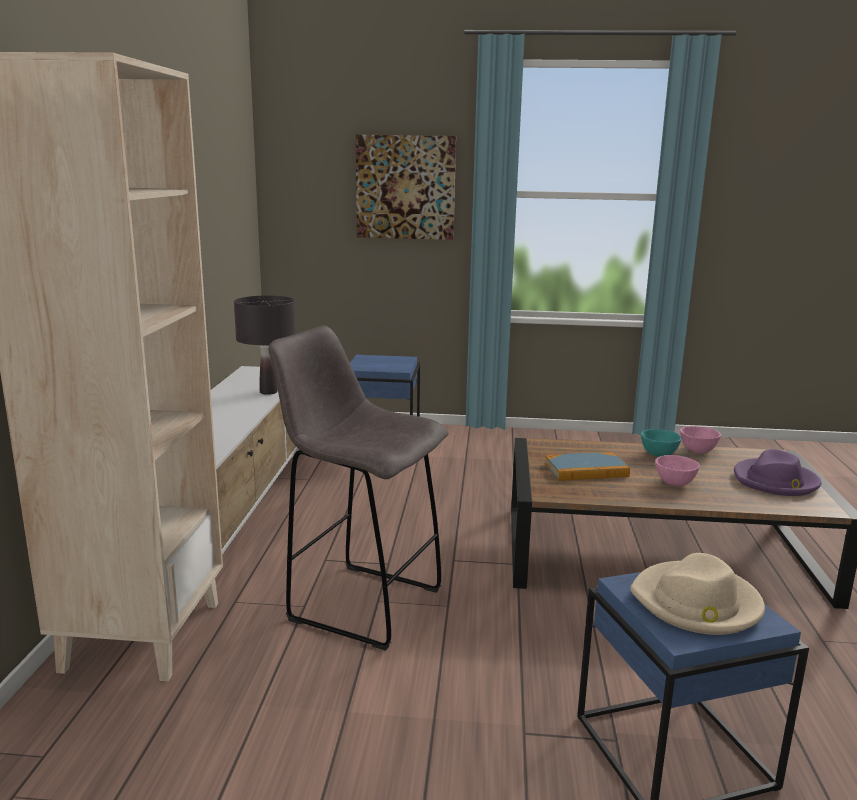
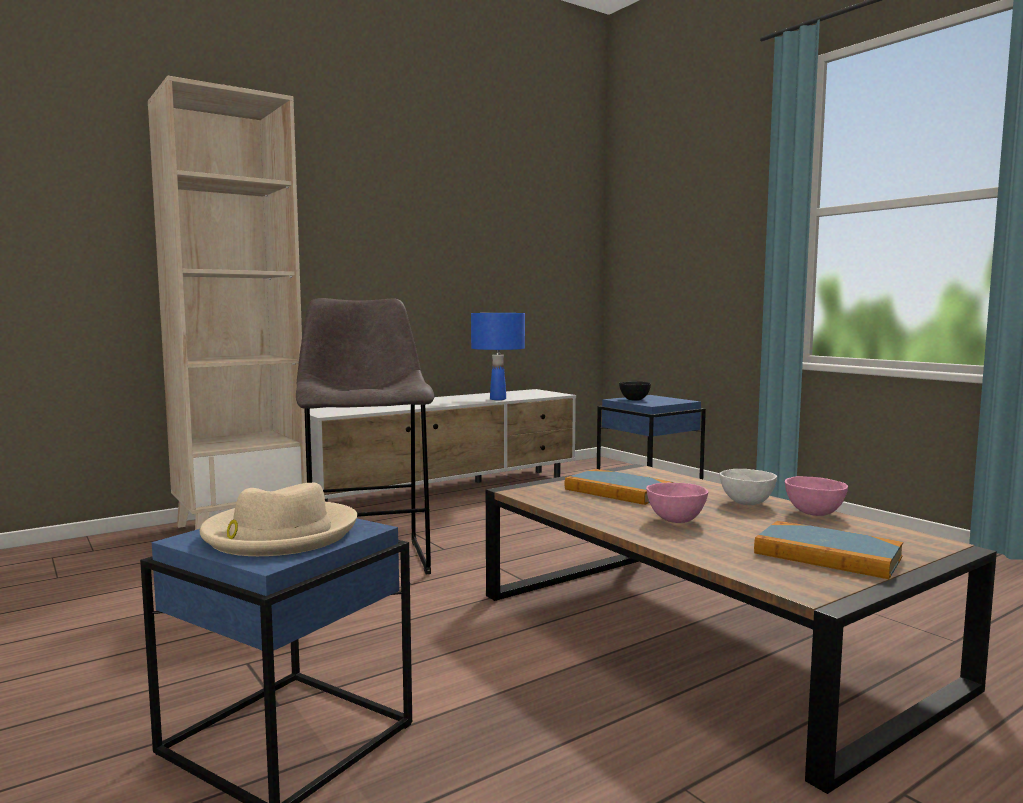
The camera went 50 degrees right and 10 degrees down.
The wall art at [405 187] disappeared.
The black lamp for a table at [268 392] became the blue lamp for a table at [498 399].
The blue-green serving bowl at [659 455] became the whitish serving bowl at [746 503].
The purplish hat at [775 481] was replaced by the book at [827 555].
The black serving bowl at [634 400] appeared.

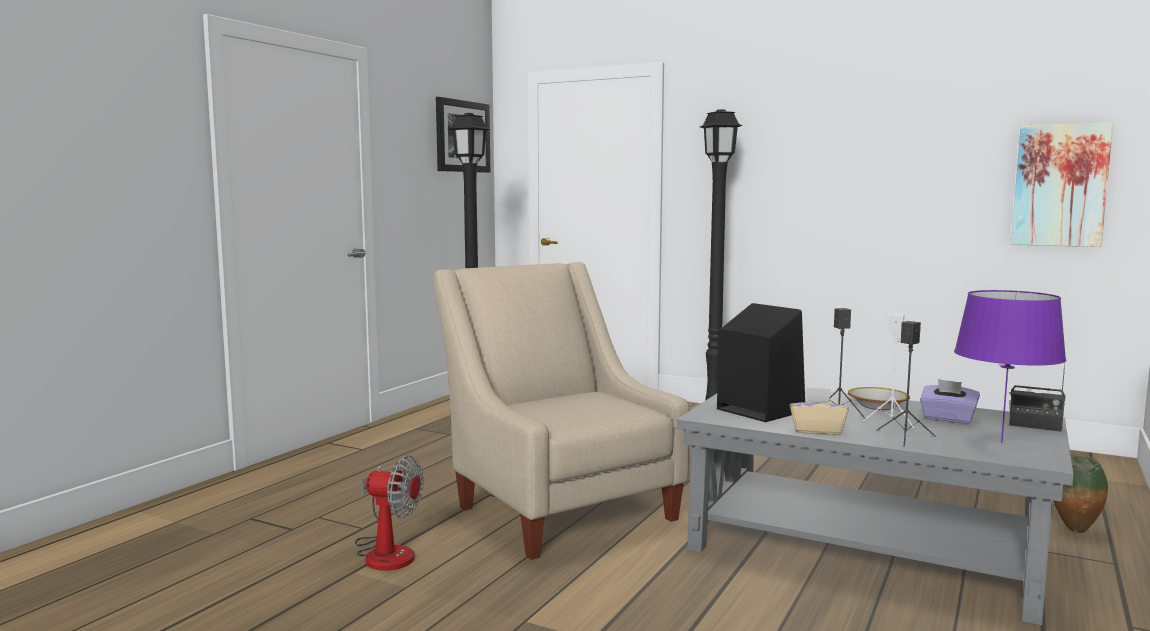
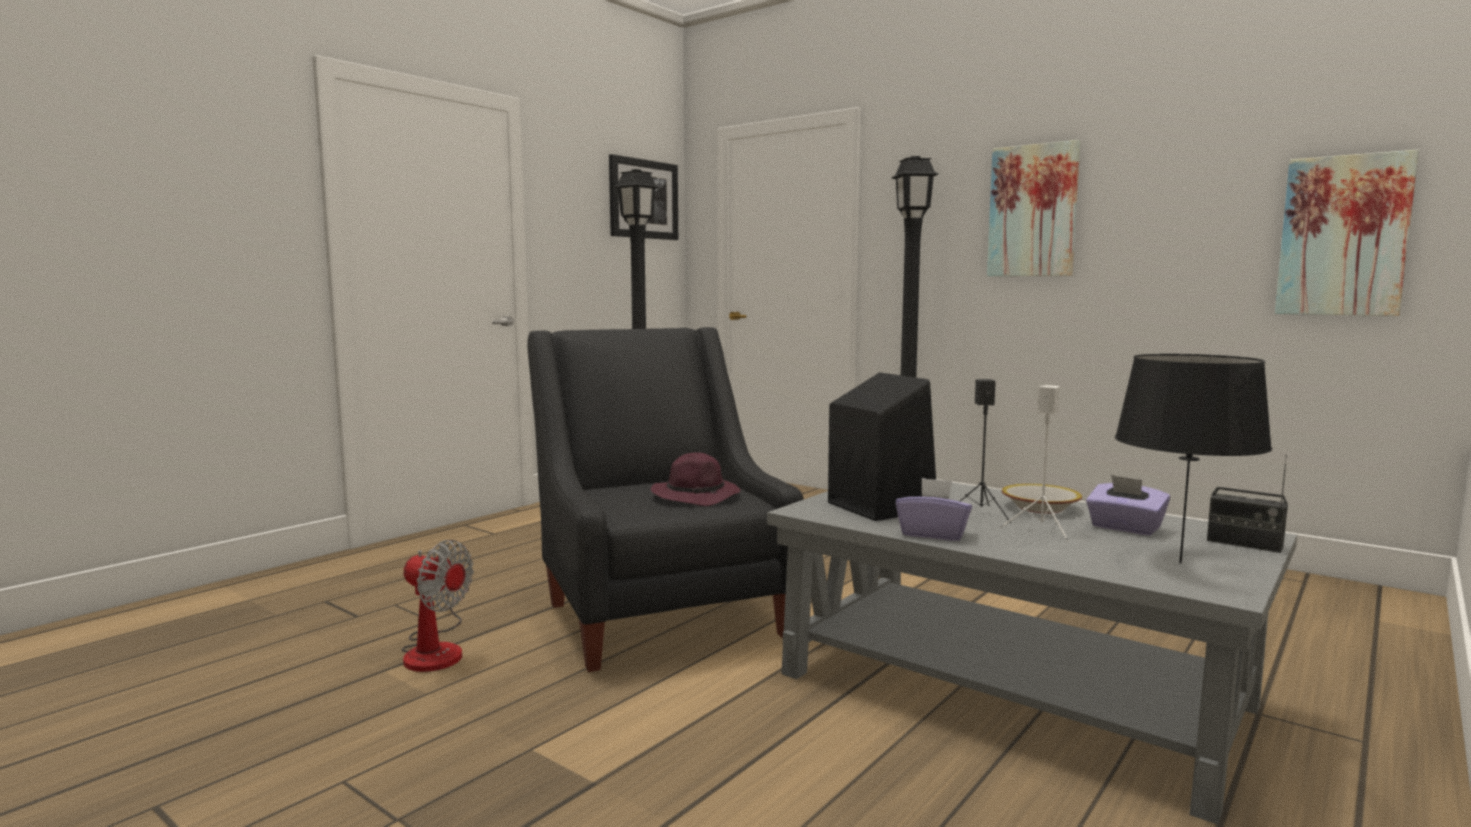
The camera went 10 degrees right and 0 degrees up.
The sand-coloured lounge chair at [558 508] became the black lounge chair at [660 612].
The purplish lamp for a table at [1001 442] became the black lamp for a table at [1180 563].
The black speaker at [905 437] disappeared.
The sand-coloured tissue box at [817 430] became the purplish tissue box at [933 534].
The flower vase at [1075 531] disappeared.
The wall art at [1033 211] appeared.
The purplish hat at [697 496] appeared.

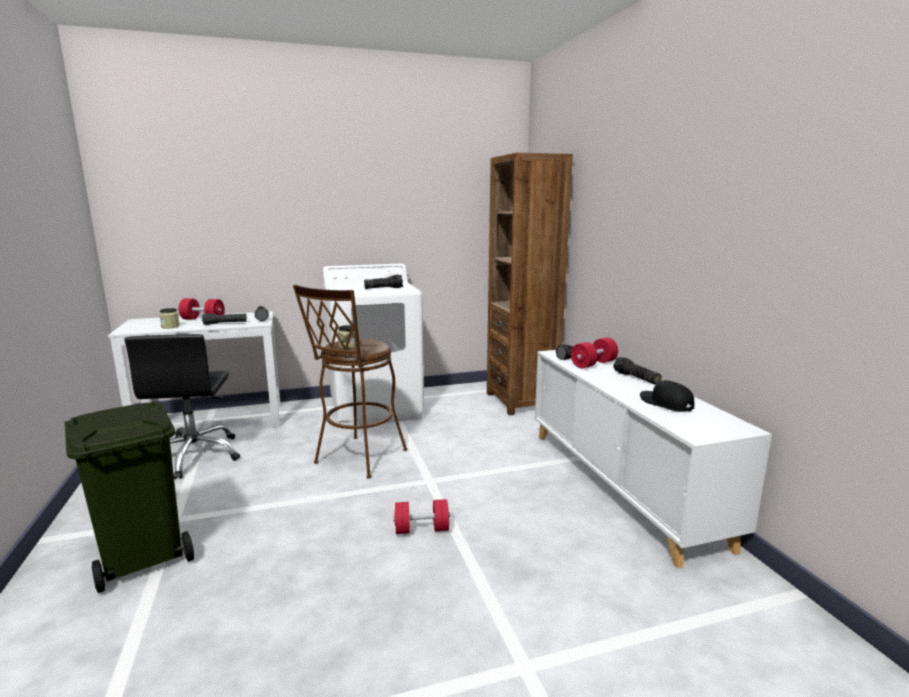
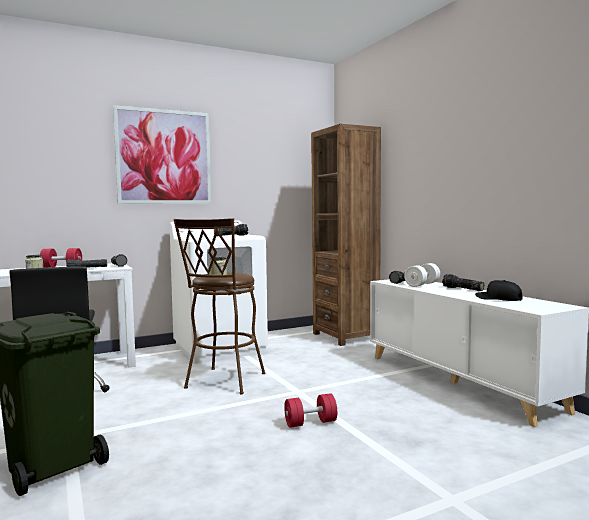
The camera went 10 degrees left and 10 degrees down.
The reddish hand weight at [593 364] became the whitish hand weight at [422 284].
The wall art at [164 157] appeared.

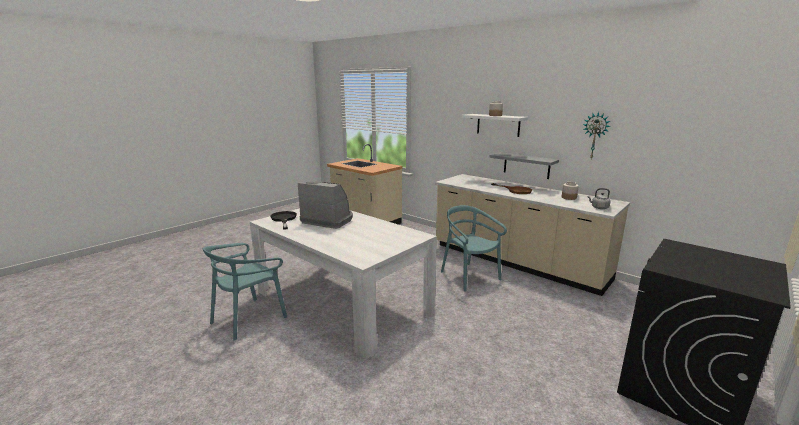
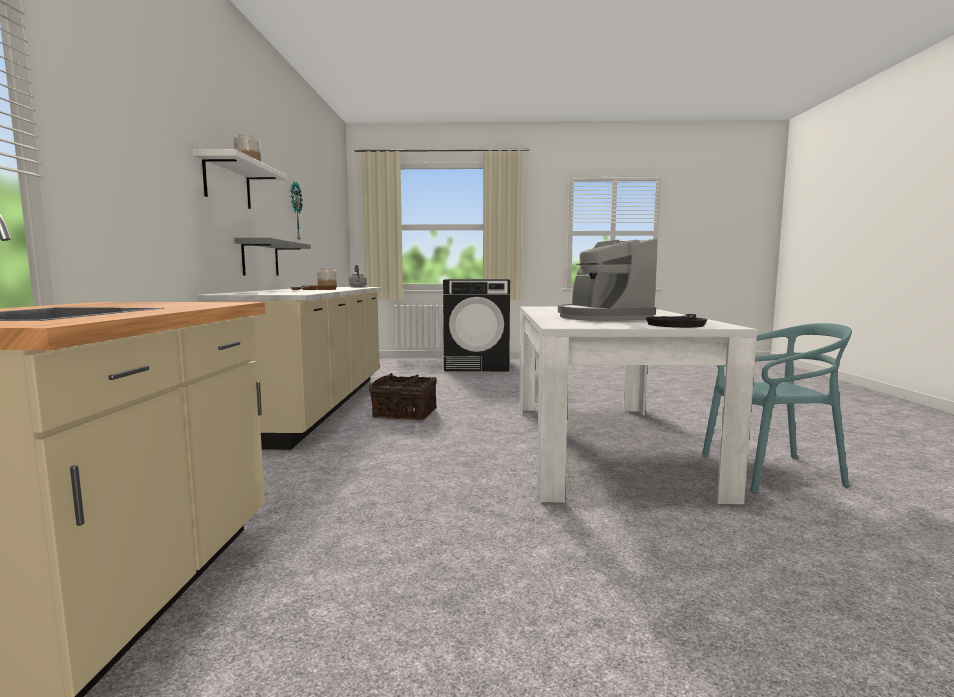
The camera went 130 degrees left and 10 degrees down.
The blue-green plain chair at [469 277] was replaced by the storage basket at [404 414].

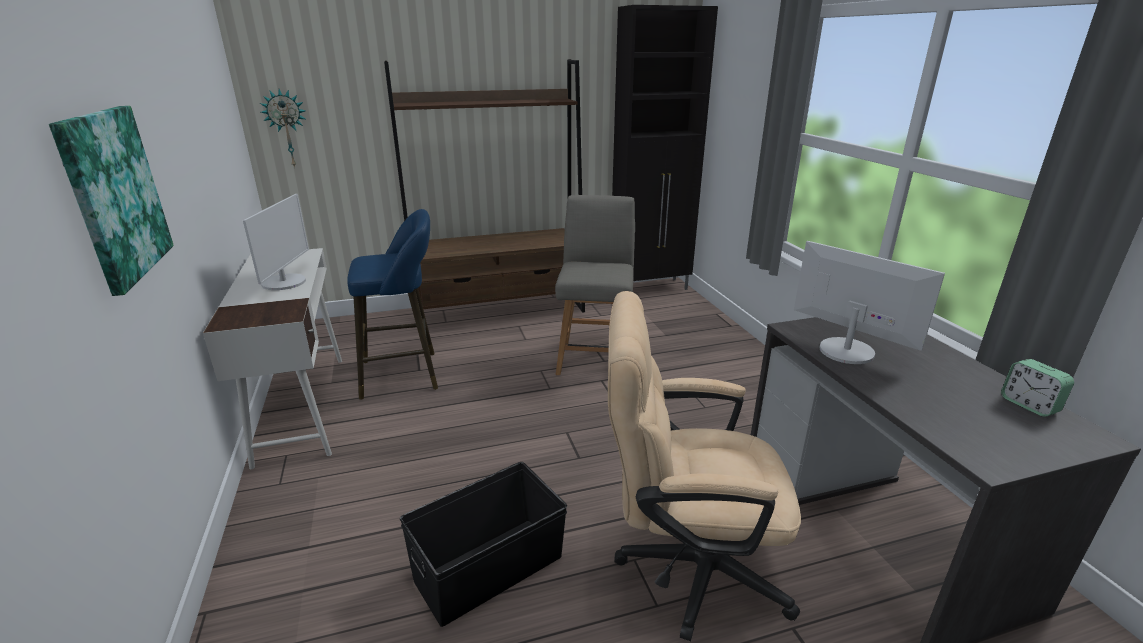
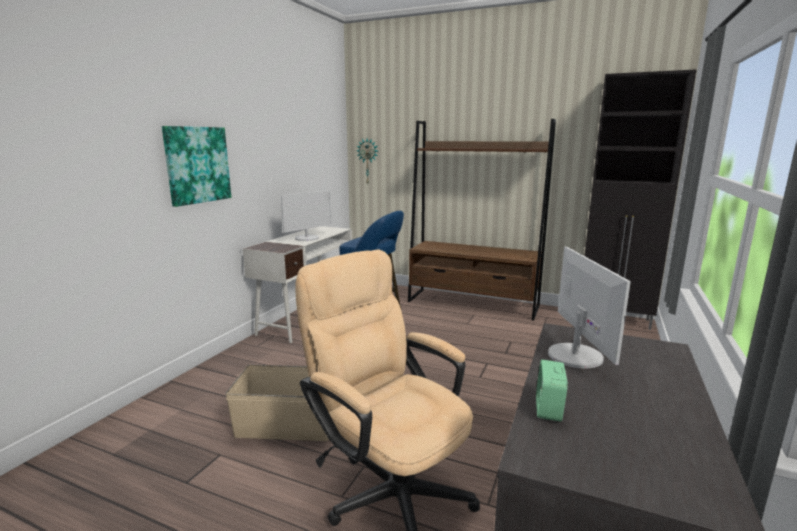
The camera went 40 degrees right and 10 degrees down.
The gray plain chair at [595 357] disappeared.
The bedside clock moved from [1029 405] to [548 409].
The black storage box at [490 568] became the sand-coloured storage box at [287 426].

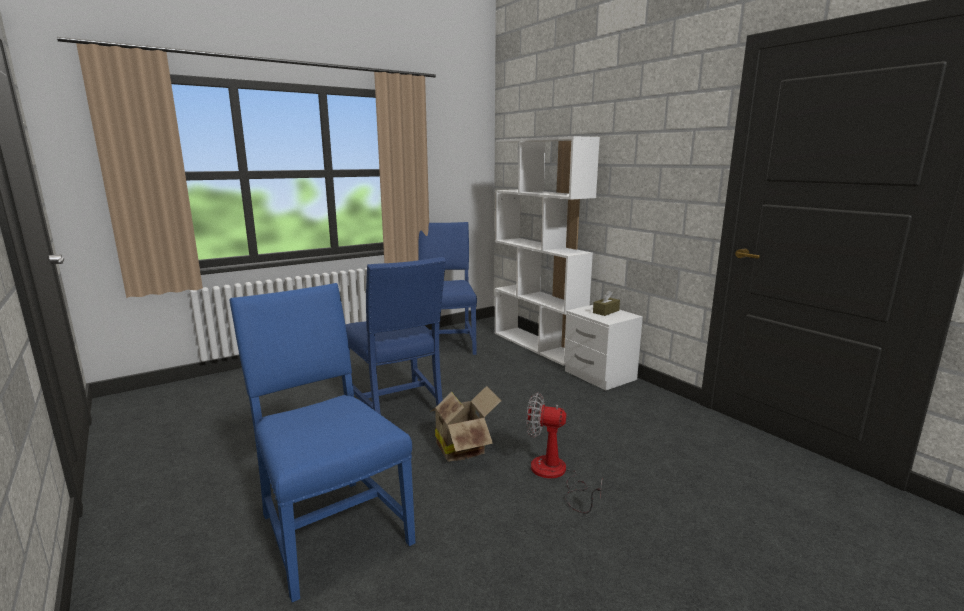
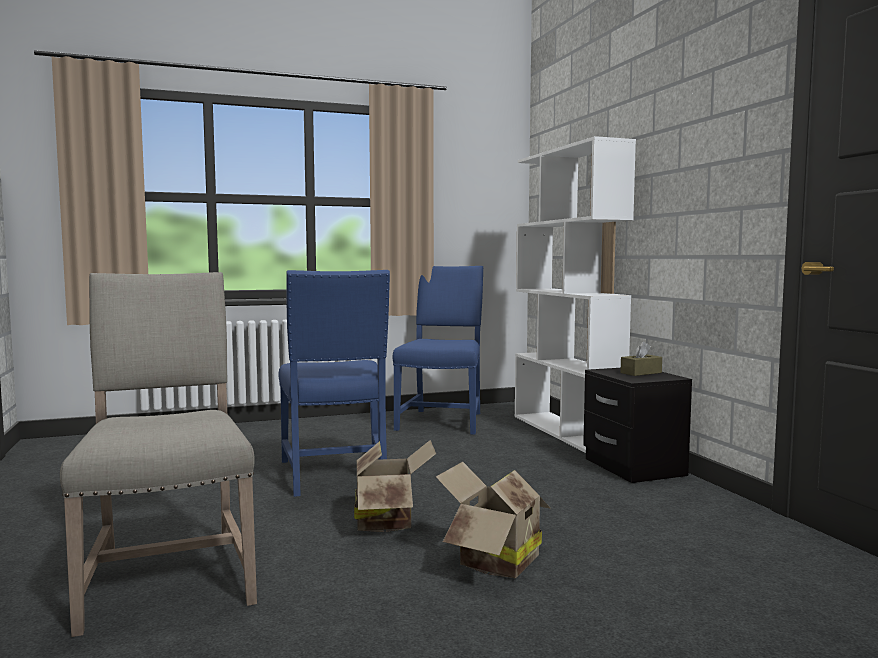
The camera went 15 degrees right and 10 degrees down.
The blue plain chair at [330 527] became the sand-coloured plain chair at [169 575].
The whitish bedside table at [598 376] became the black bedside table at [632 467].
The fan at [555 475] was replaced by the carton at [492 562].

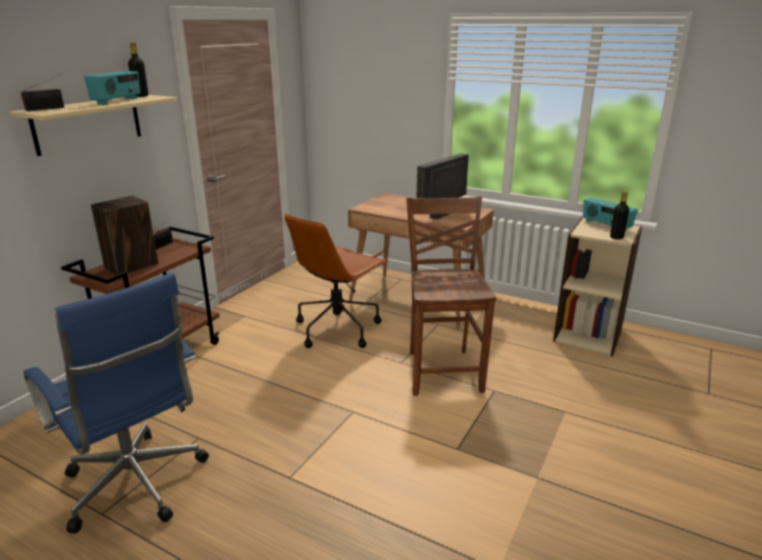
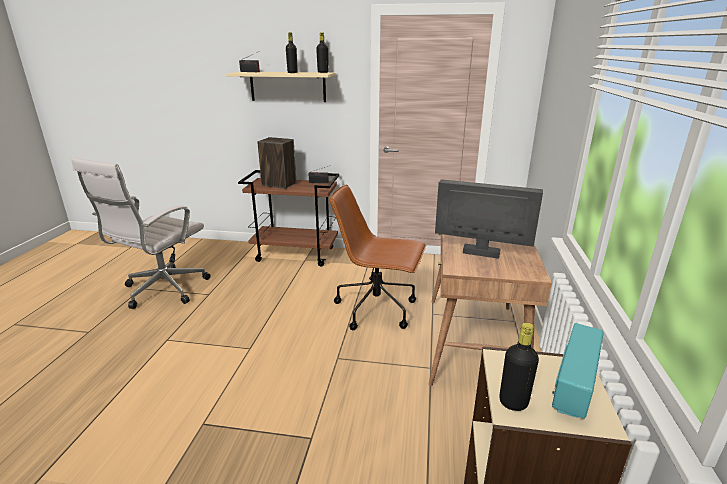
The camera went 70 degrees right and 0 degrees up.
The radio at [117 101] was replaced by the black drink bottle at [292 72].
The brown-coloured plain chair at [443 370] disappeared.
The blue office chair at [137 486] became the whitish office chair at [162 290].

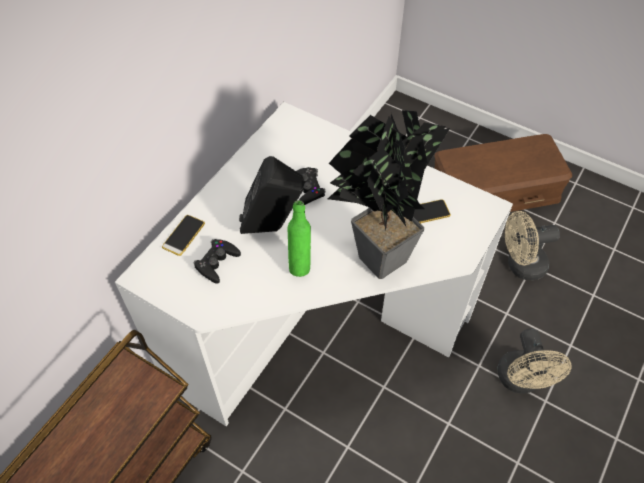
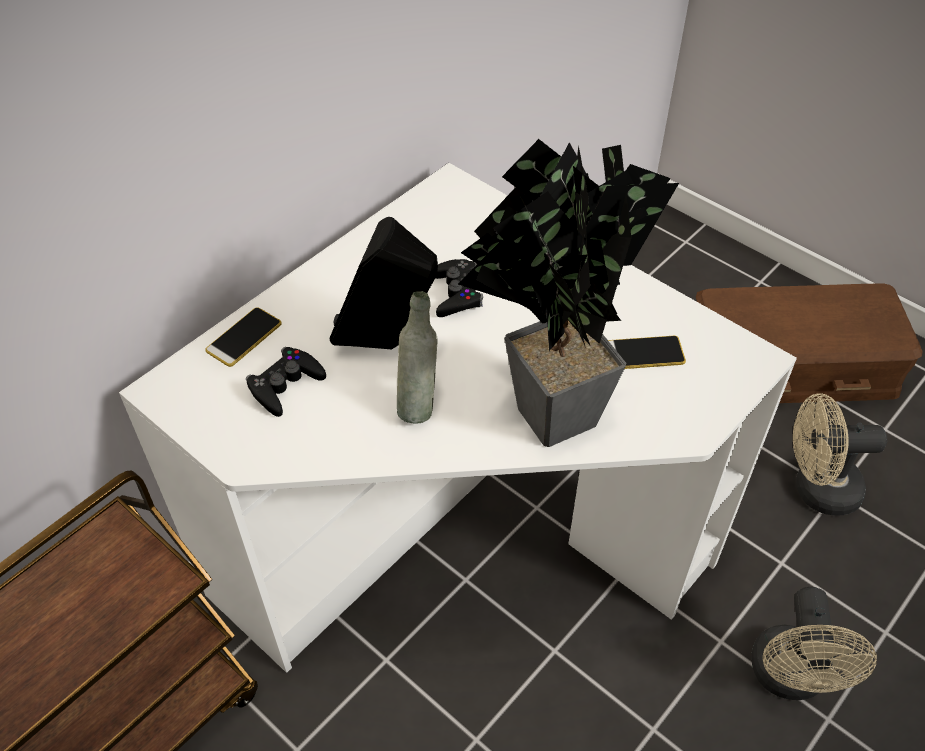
The camera went 10 degrees right and 5 degrees down.
The green-coloured drink bottle at [300 263] became the gray drink bottle at [418 404].

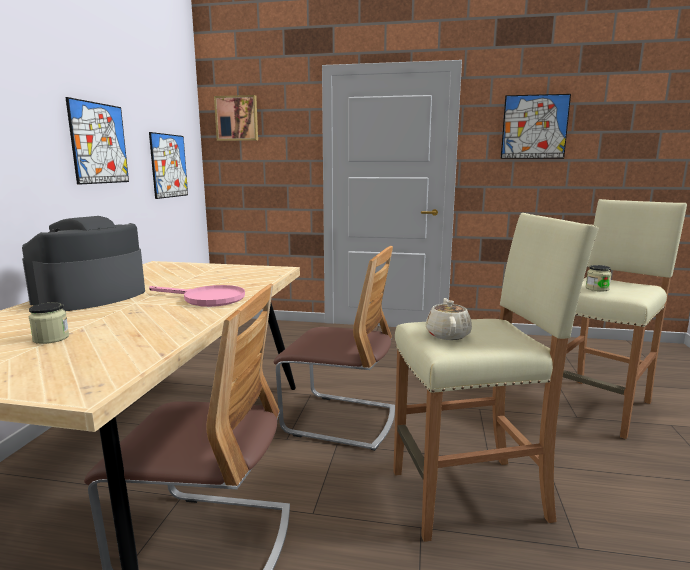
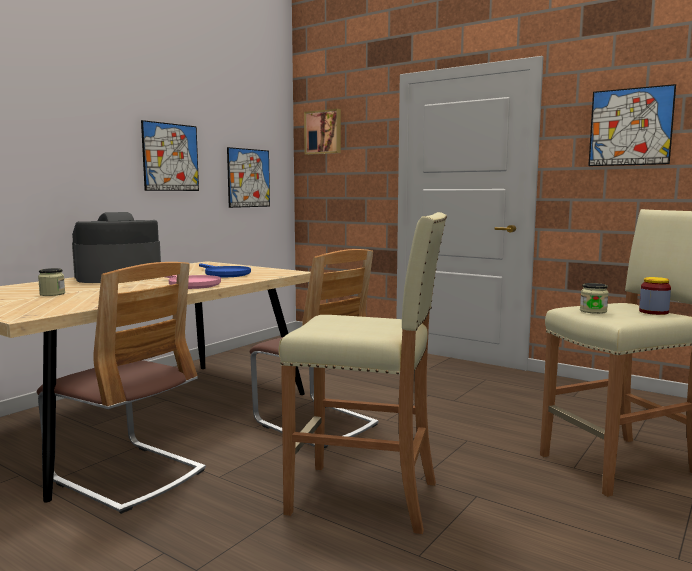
The camera went 25 degrees right and 5 degrees down.
The sand-coloured pot for tea at [448 334] disappeared.
The blue skillet at [224 274] appeared.
The storage jar at [653 312] appeared.

